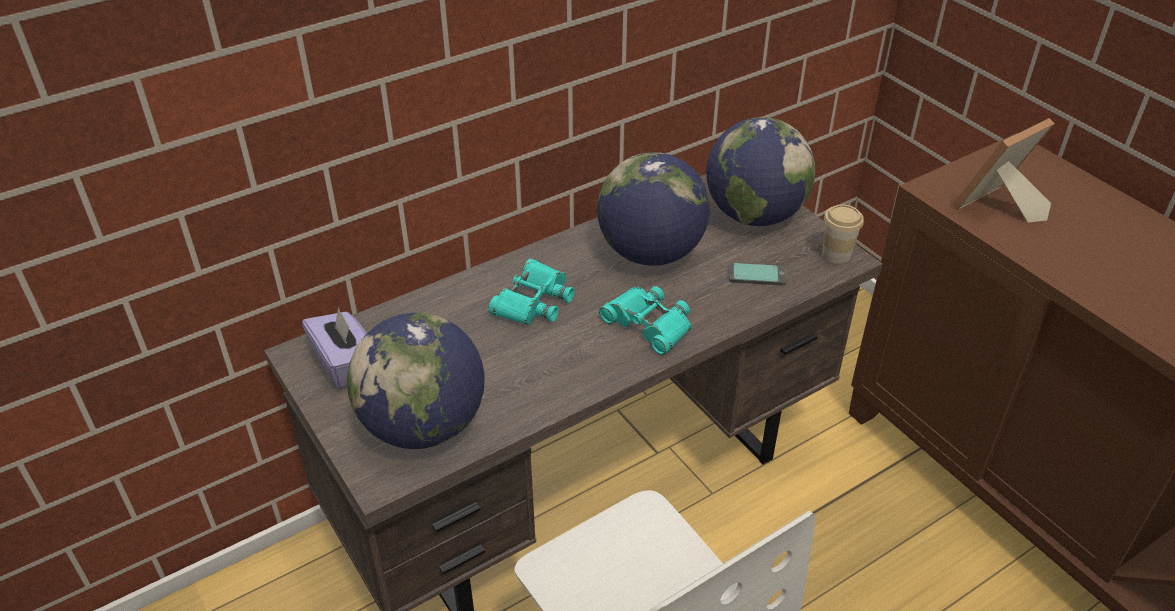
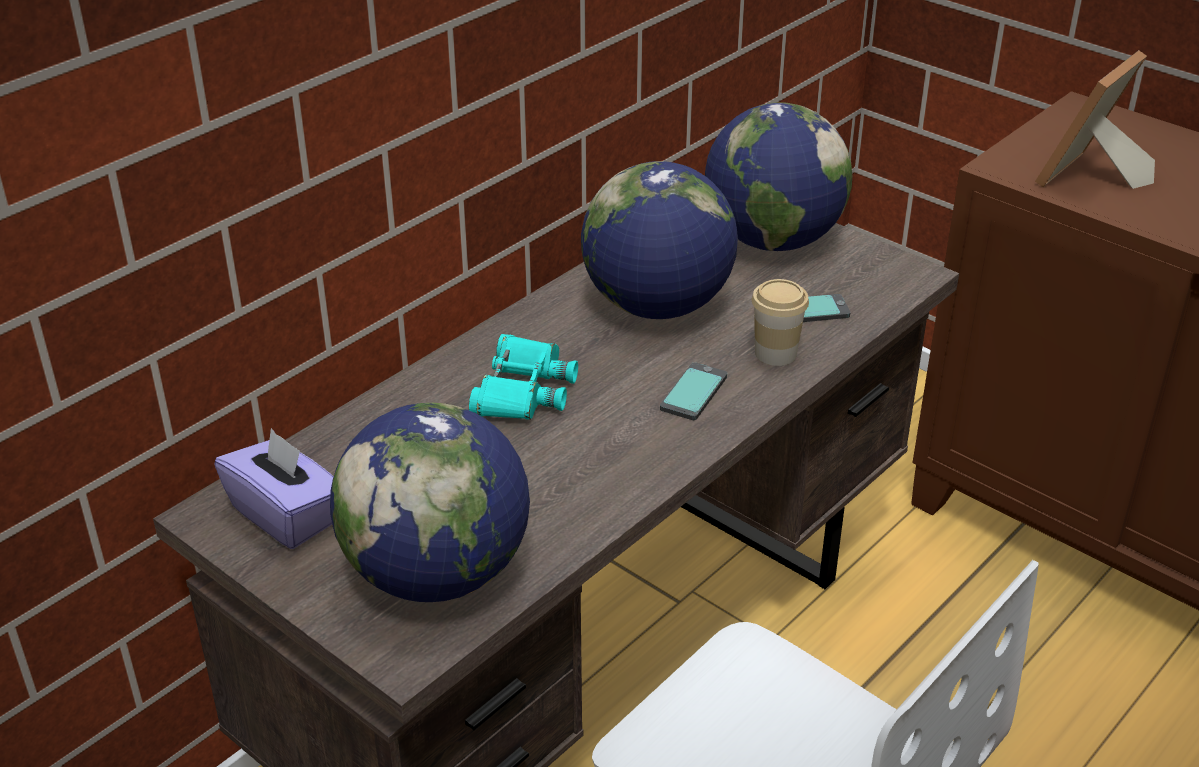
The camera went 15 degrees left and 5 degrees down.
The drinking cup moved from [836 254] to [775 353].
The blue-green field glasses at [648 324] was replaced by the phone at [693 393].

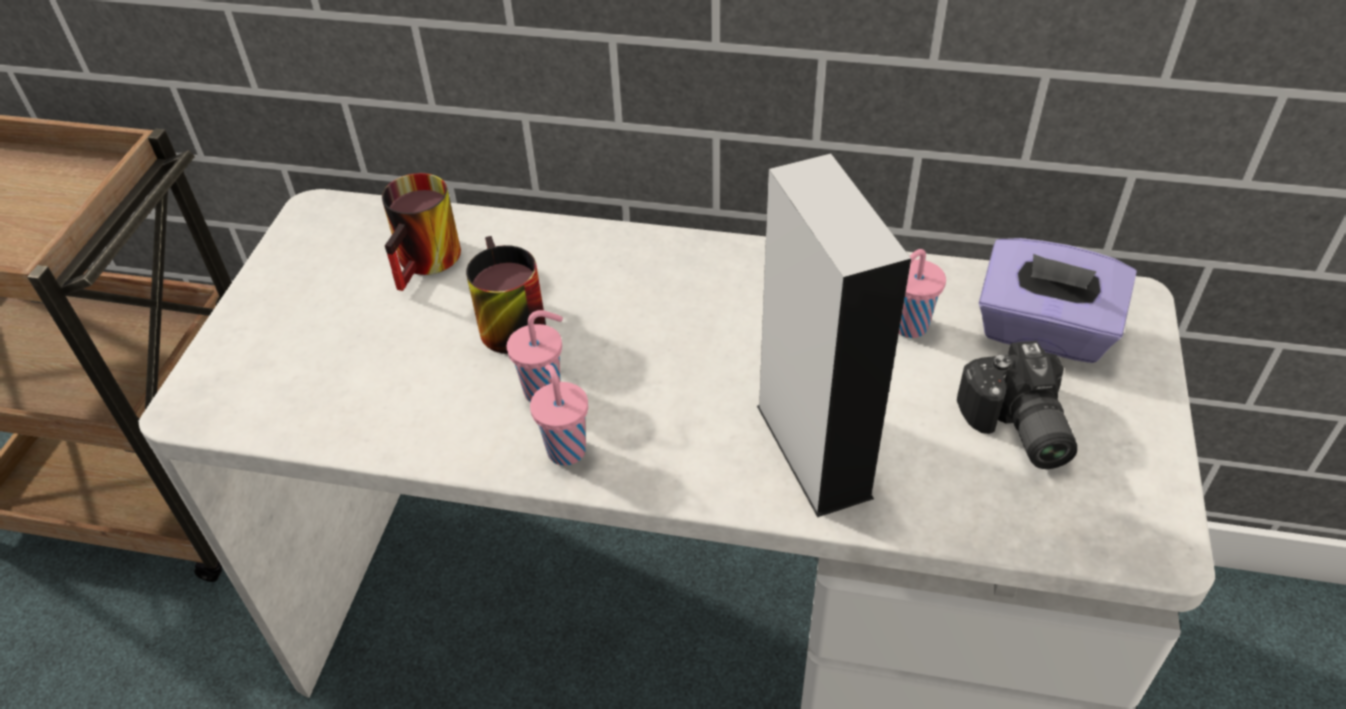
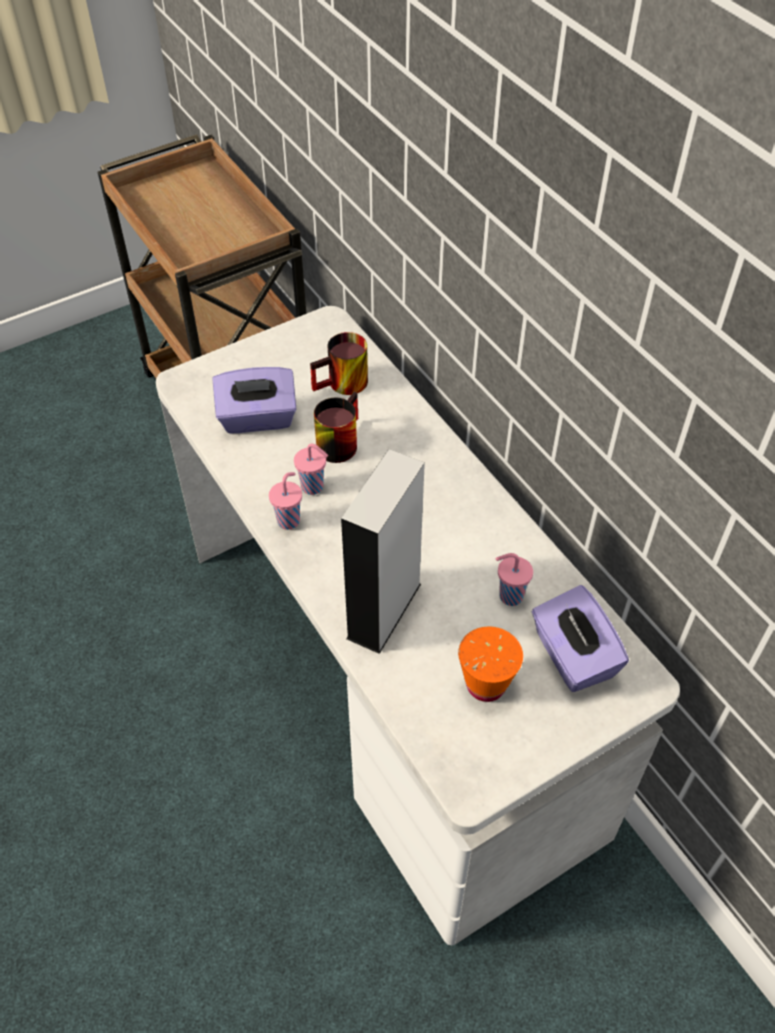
The camera went 45 degrees right and 5 degrees up.
The still camera at [1015 429] was replaced by the orange-coloured drinking cup at [486 684].
The purplish tissue box at [257 418] appeared.

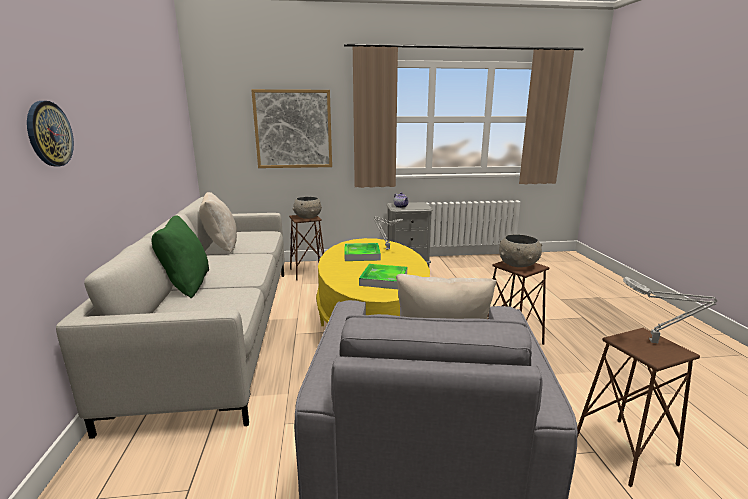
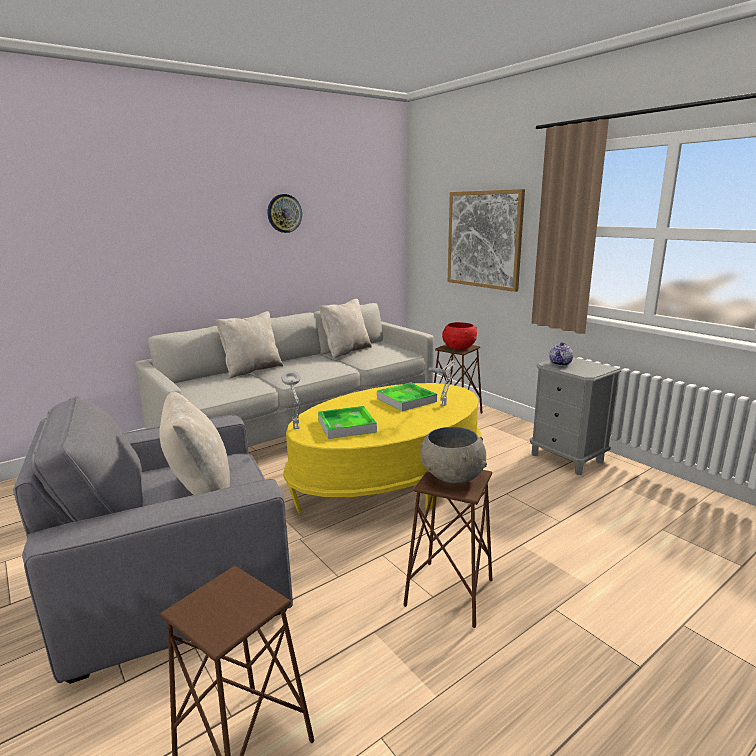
The camera went 60 degrees right and 0 degrees up.
The wall clock moved from [49 134] to [284 213].
The gray serving bowl at [308 217] became the reddish serving bowl at [459 348].
The green-coloured throw pillow at [186 285] became the sand-coloured throw pillow at [252 370].
The gray lamp for a table moved from [656 342] to [296 429].

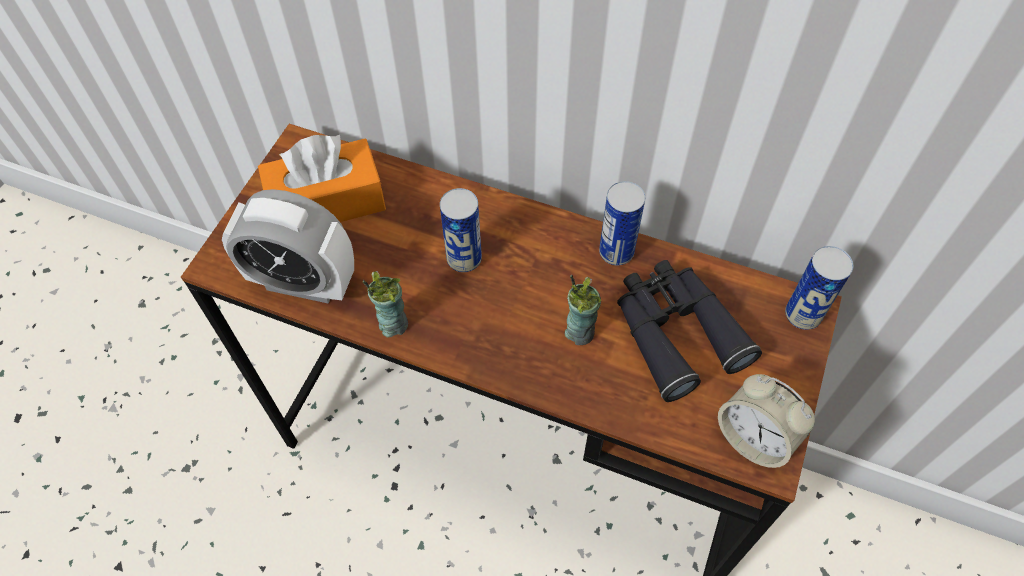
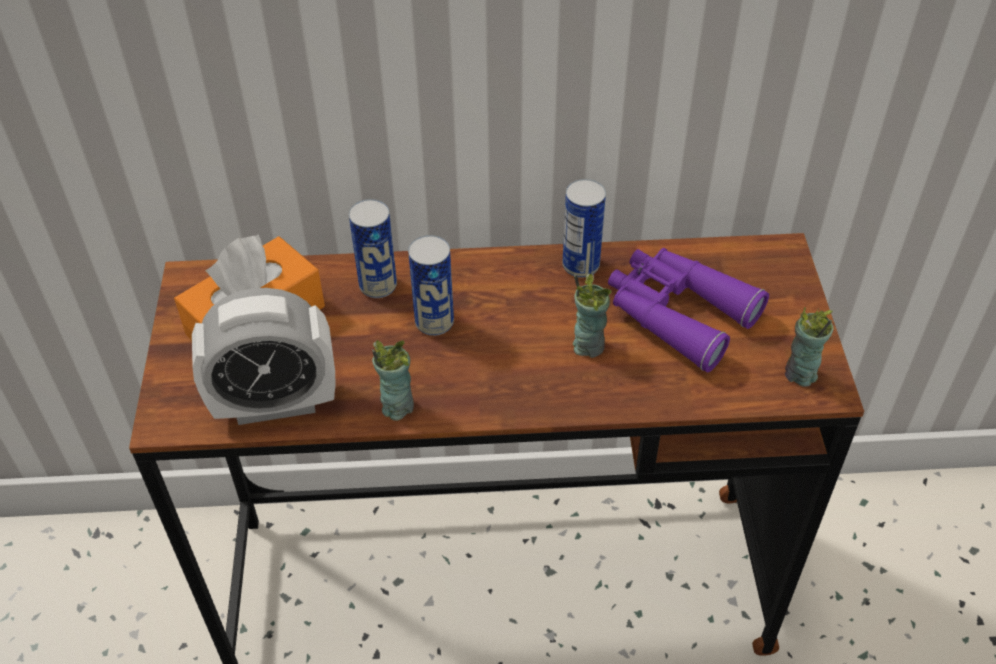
The camera went 25 degrees left and 10 degrees down.
The metal can moved from [803 315] to [378 285].
The black field glasses at [675 332] became the purplish field glasses at [677 313].
The bedside clock at [754 438] was replaced by the drinking cup at [800 374].

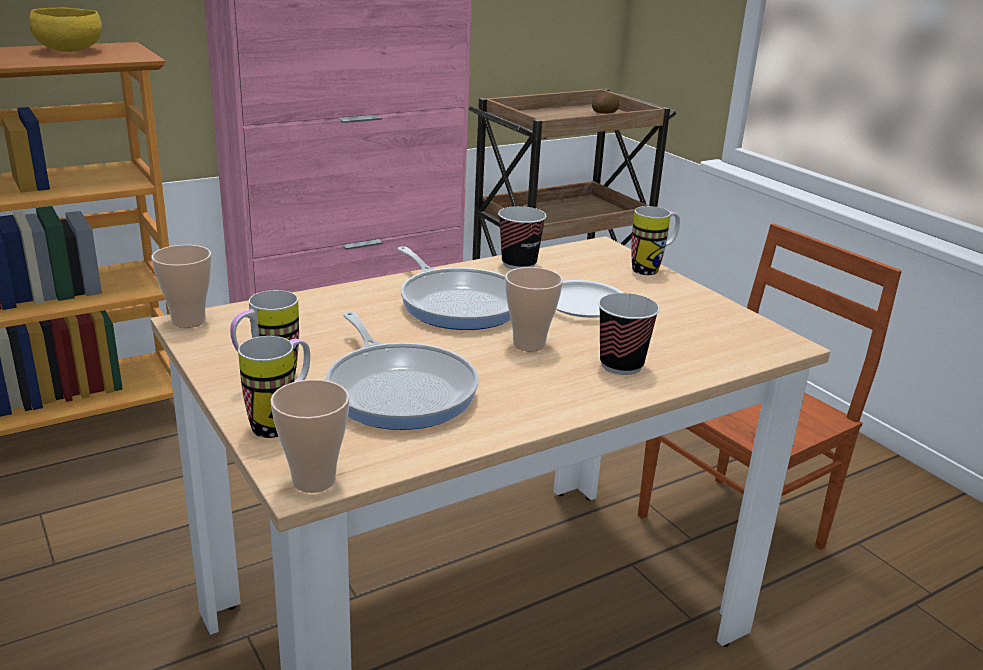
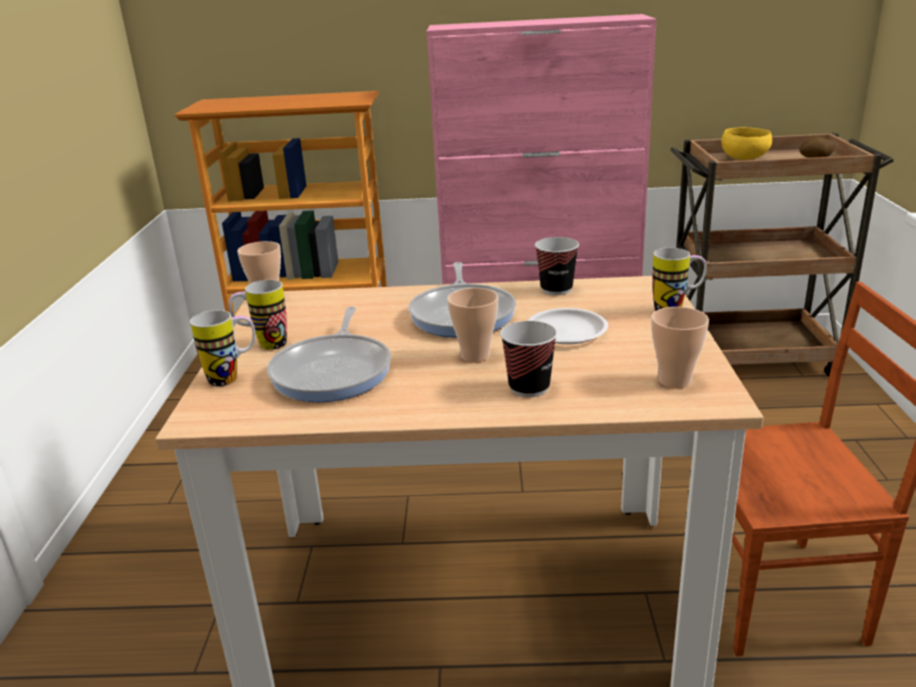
The camera went 35 degrees right and 0 degrees up.
The yellow serving bowl moved from [71 51] to [745 159].
The drinking cup moved from [313 480] to [674 381].

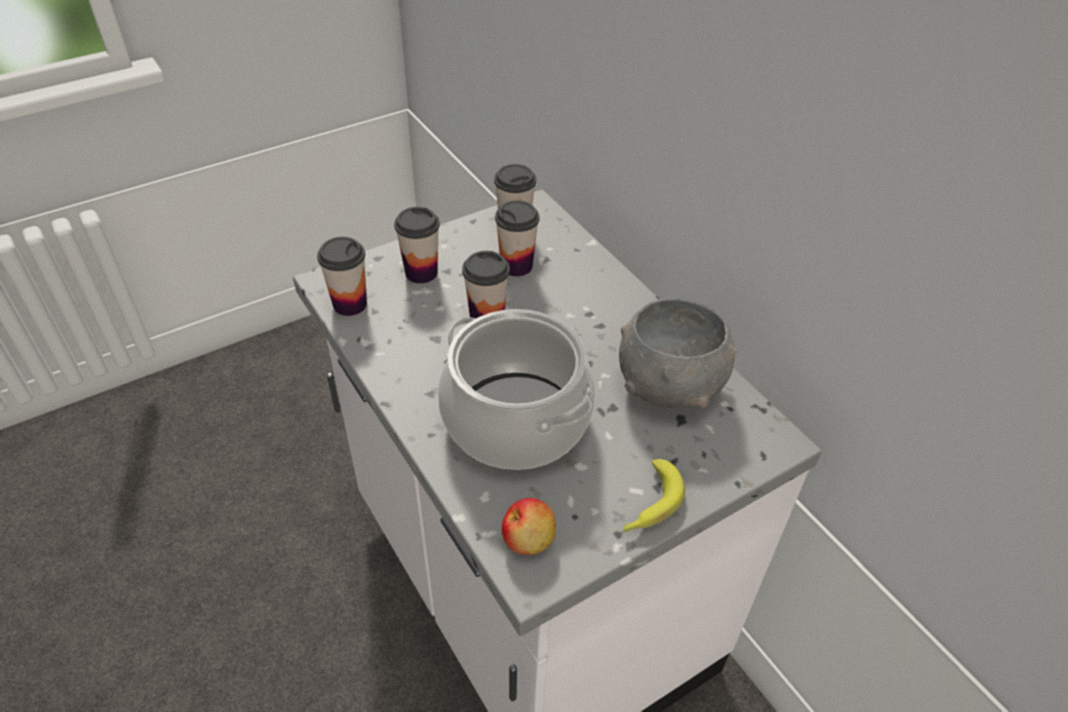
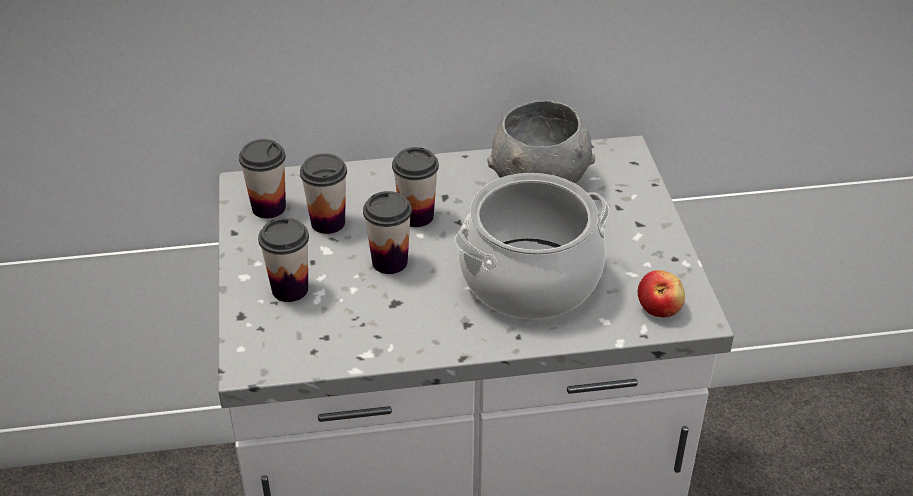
The camera went 65 degrees left and 5 degrees down.
The drinking cup moved from [350 304] to [416 216].
The banana fruit at [648 505] disappeared.

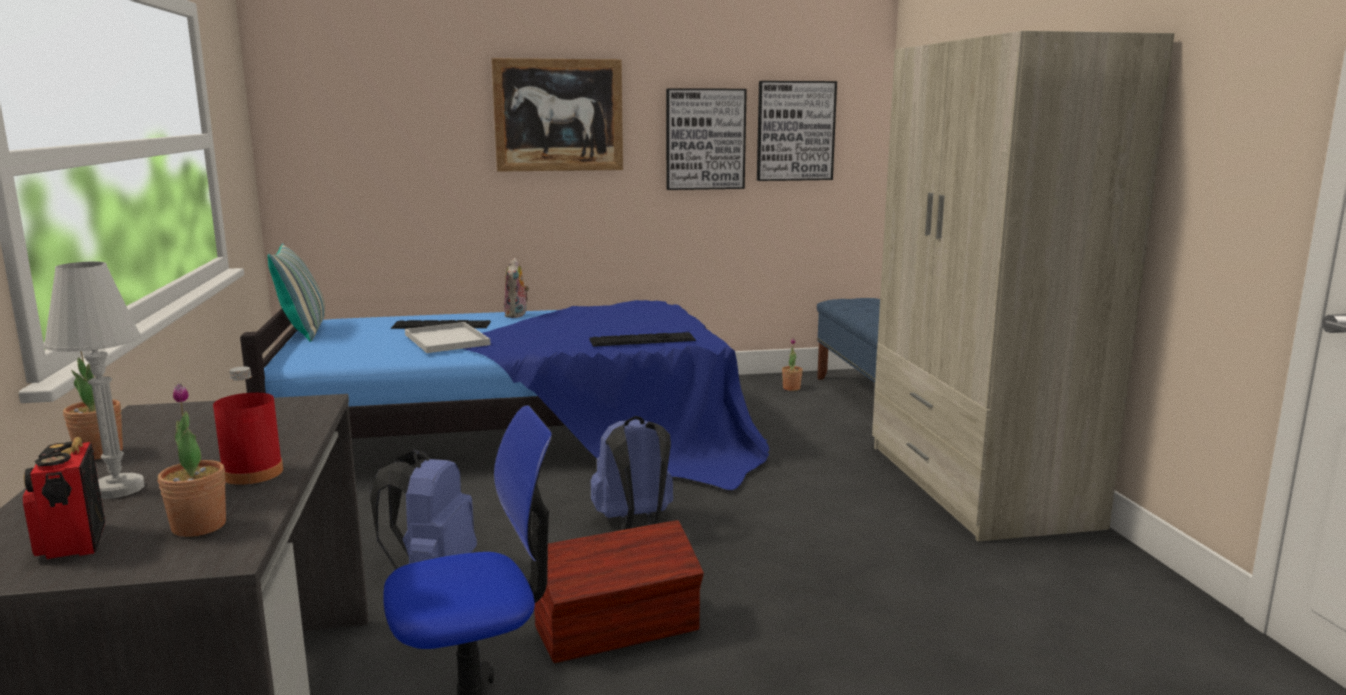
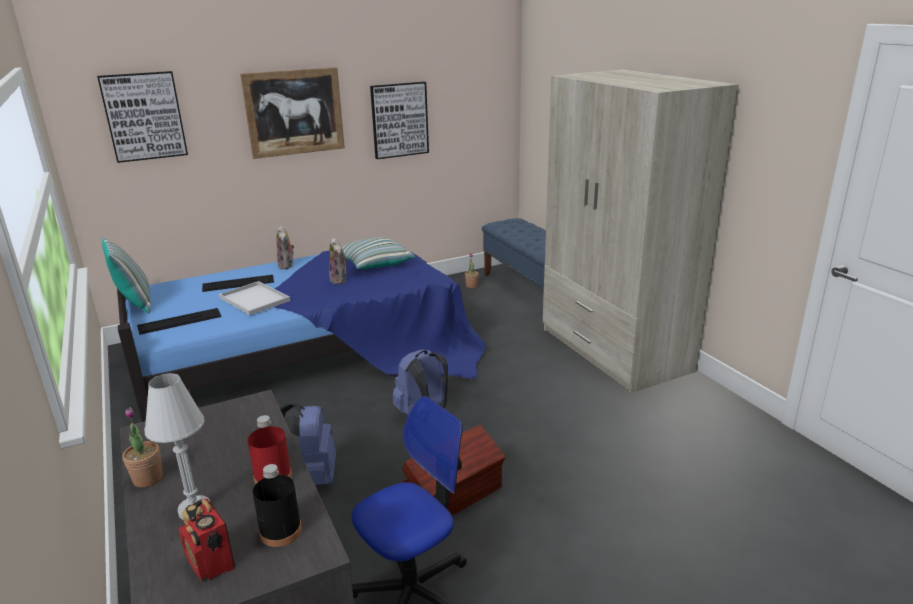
The camera went 15 degrees left and 10 degrees up.
The wall art moved from [795 131] to [144 116].
The computer keyboard moved from [642 340] to [179 321].
The potted plant at [199 526] was replaced by the black drink bottle at [280 531].
The throw pillow at [375 264] appeared.
The soft toy at [340 280] appeared.

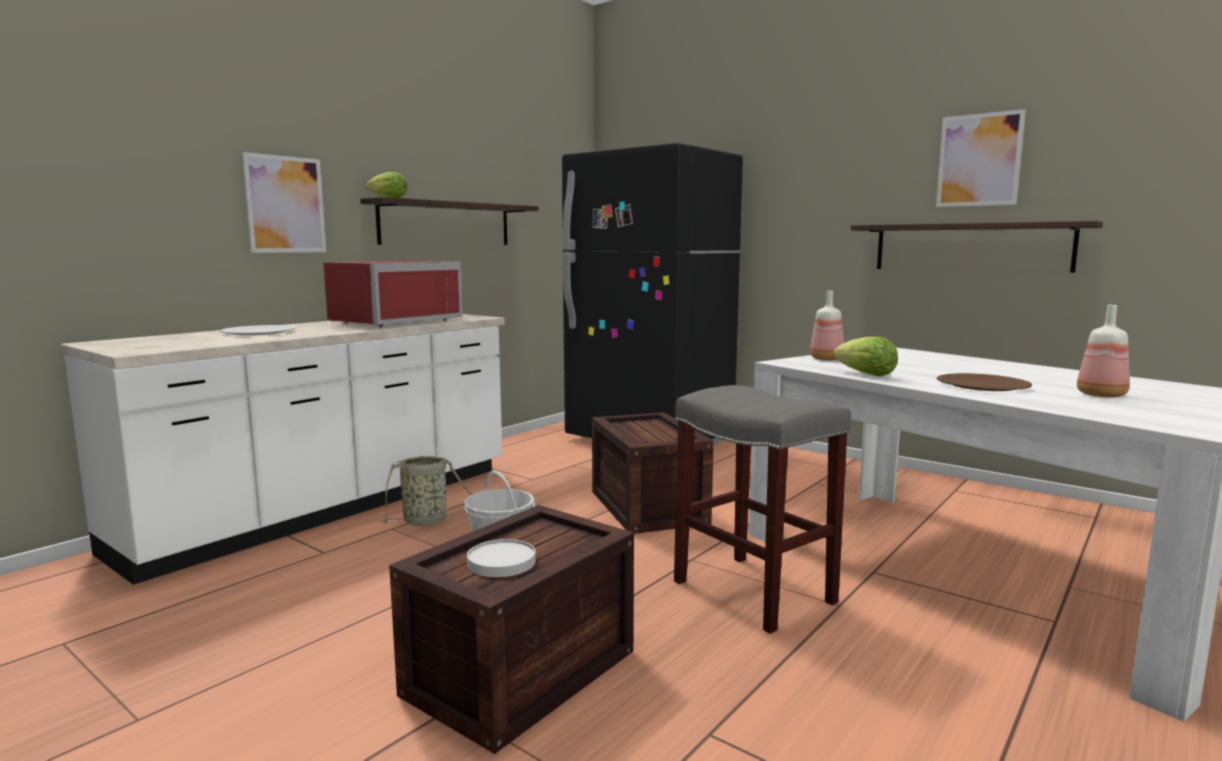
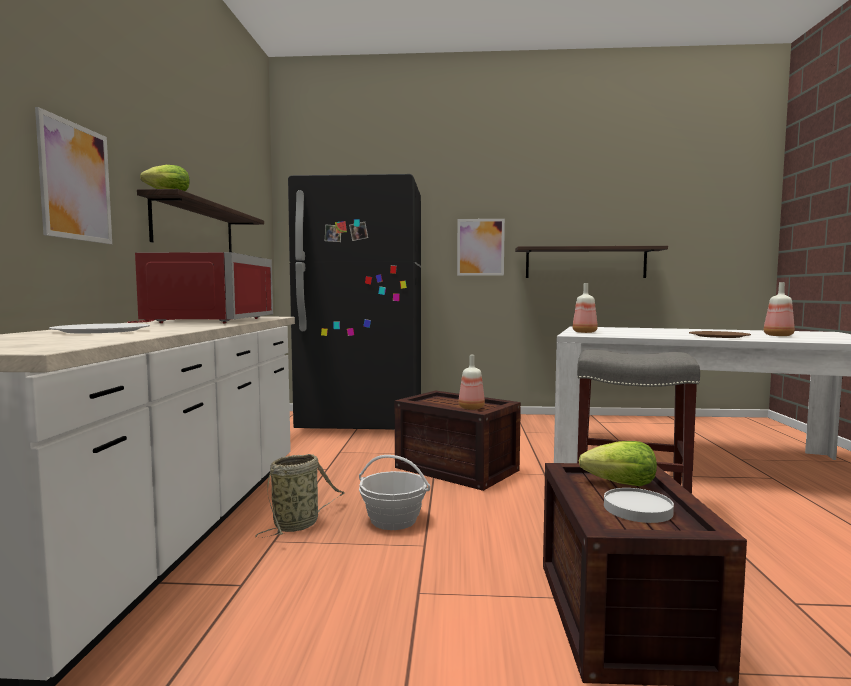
The camera went 35 degrees left and 5 degrees down.
The wall art moved from [979 160] to [480 247].
The lettuce moved from [866 375] to [621 484].
The drink bottle at [471 408] appeared.

